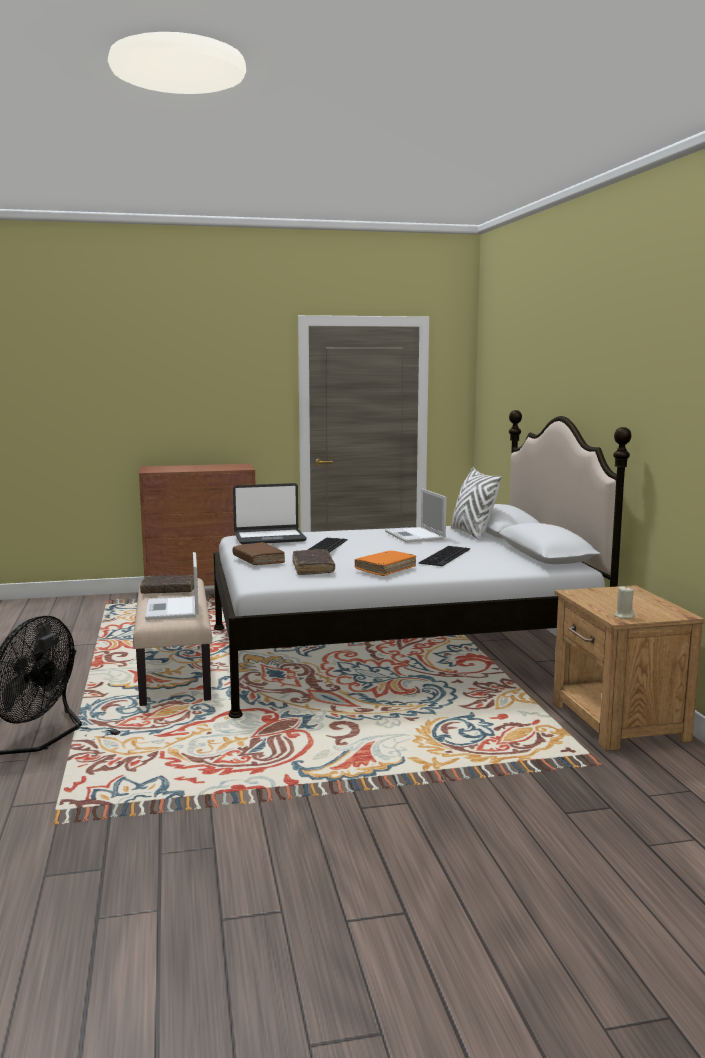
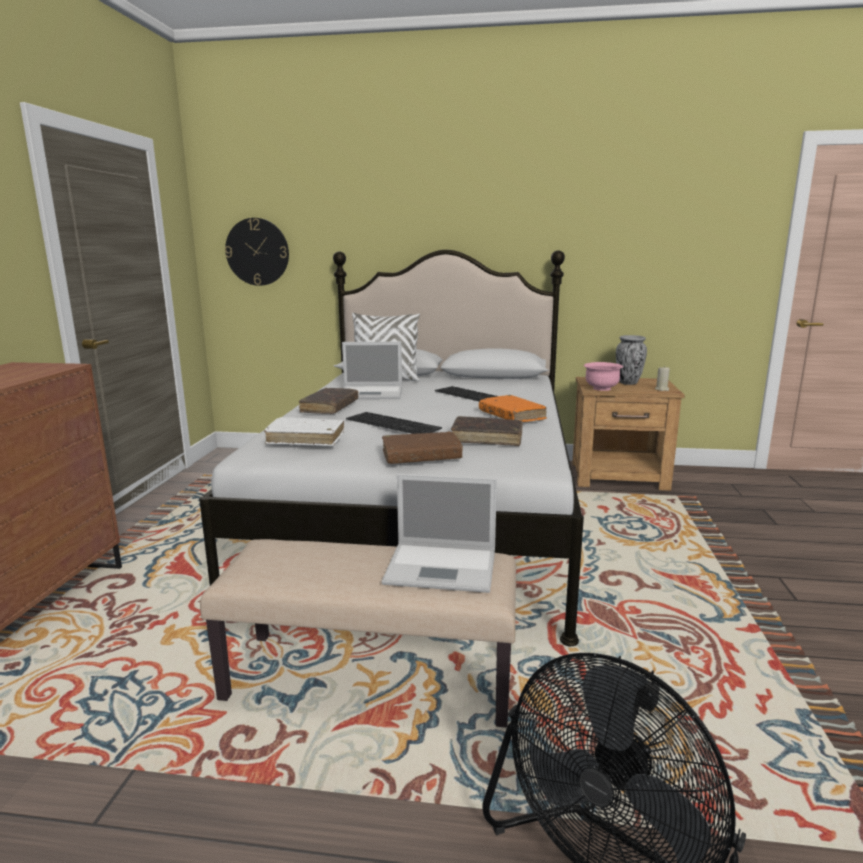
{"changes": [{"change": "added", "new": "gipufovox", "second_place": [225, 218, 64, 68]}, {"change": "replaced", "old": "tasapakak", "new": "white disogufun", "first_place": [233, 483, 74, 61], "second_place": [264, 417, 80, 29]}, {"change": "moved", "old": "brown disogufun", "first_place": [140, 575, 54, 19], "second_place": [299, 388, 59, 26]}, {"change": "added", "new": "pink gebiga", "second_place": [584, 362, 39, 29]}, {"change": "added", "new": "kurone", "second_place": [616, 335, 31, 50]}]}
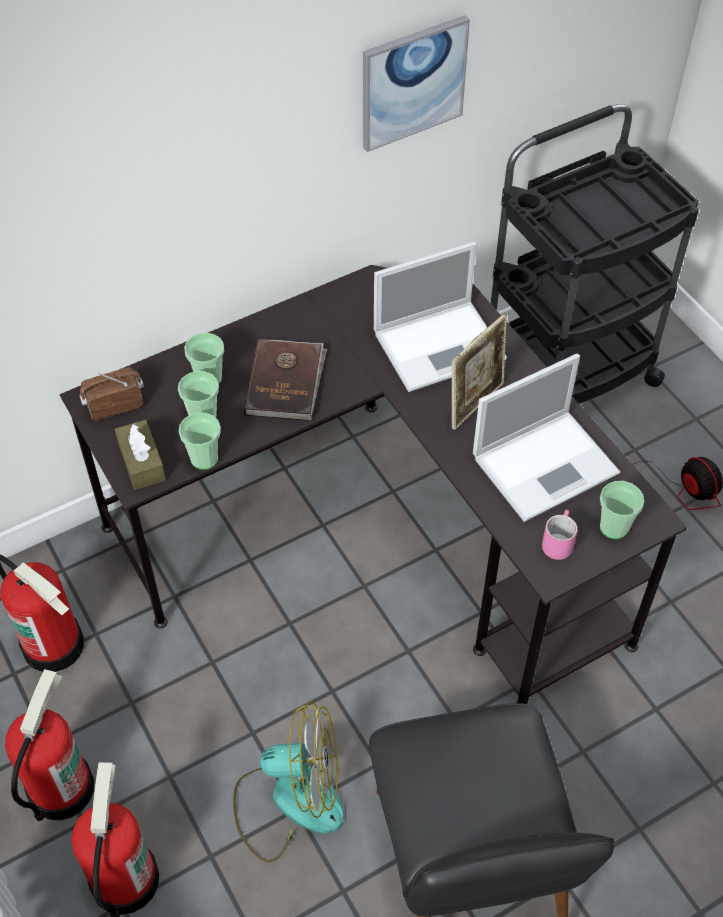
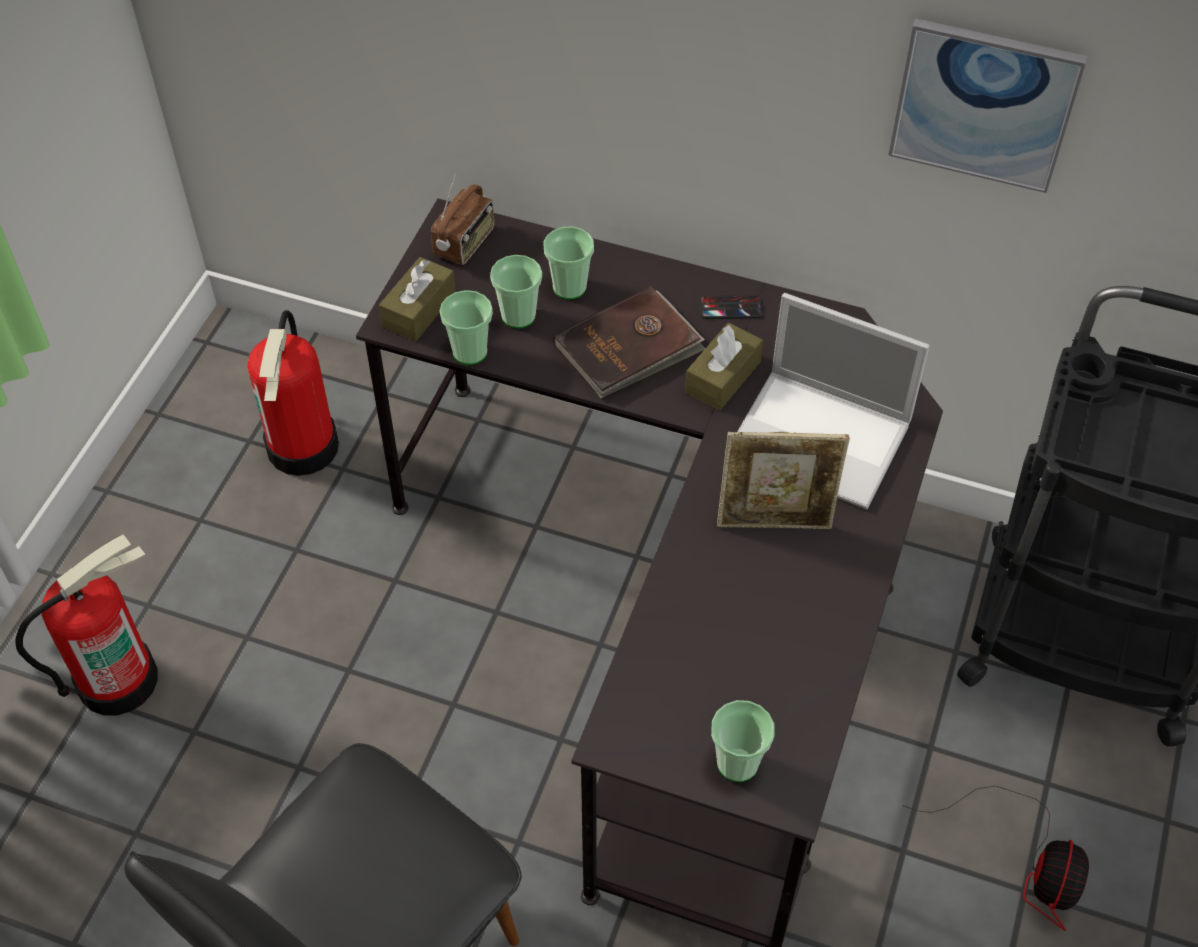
{"changes": [{"change": "turned", "old": "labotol", "first_place": [79, 367, 65, 53], "second_place": [431, 173, 63, 92], "degrees": 90}, {"change": "added", "new": "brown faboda", "second_place": [685, 323, 78, 87]}, {"change": "added", "new": "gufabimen", "second_place": [700, 295, 63, 24]}, {"change": "removed", "old": "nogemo", "first_place": [5, 669, 89, 152]}, {"change": "removed", "old": "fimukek", "first_place": [233, 701, 111, 162]}, {"change": "removed", "old": "tasapakak", "first_place": [473, 354, 147, 168]}, {"change": "removed", "old": "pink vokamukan", "first_place": [542, 510, 36, 50]}]}
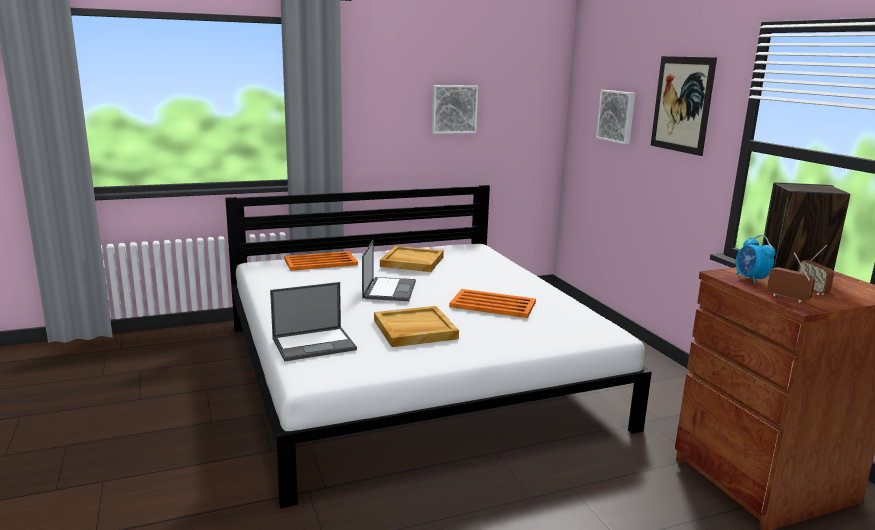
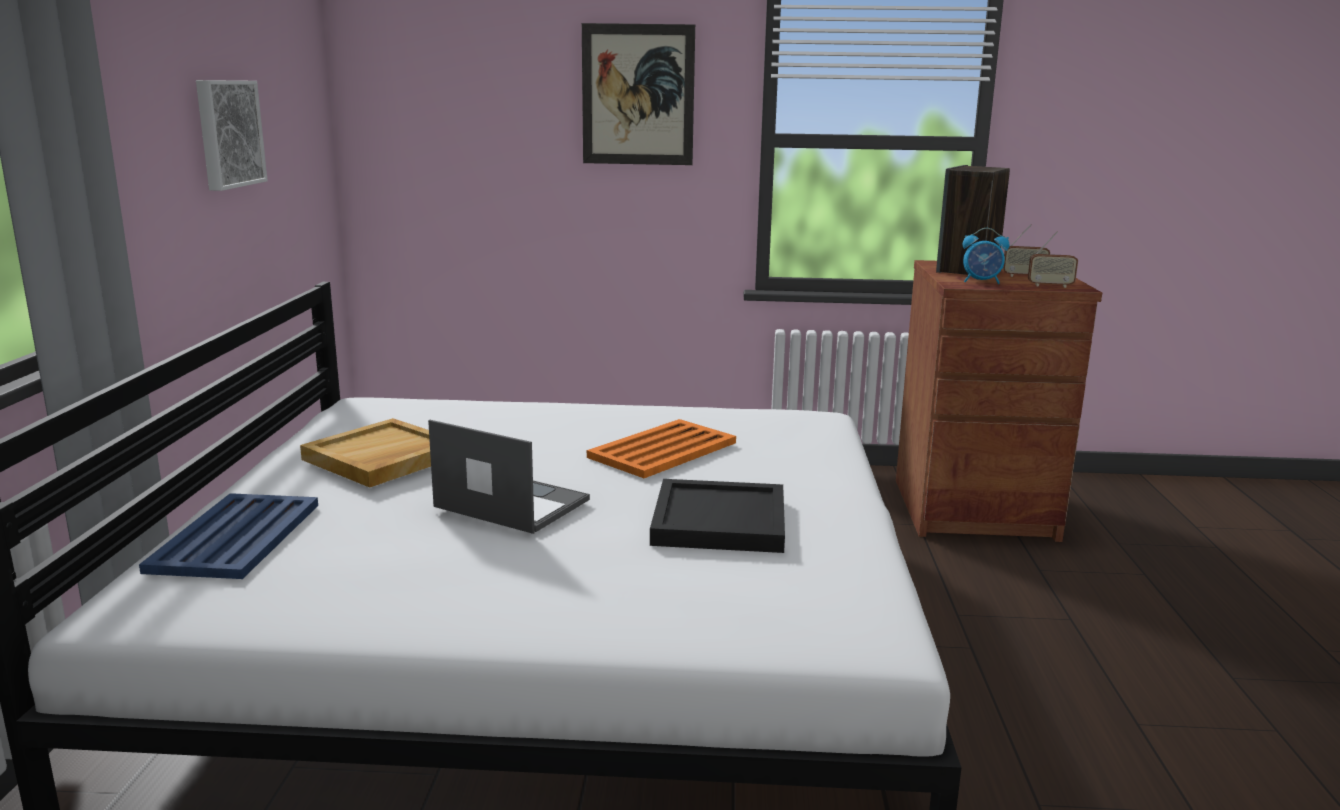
{"changes": [{"change": "recoloured", "old": "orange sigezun", "new": "blue sigezun", "first_place": [284, 251, 74, 20], "second_place": [139, 493, 179, 86]}, {"change": "recoloured", "old": "beige sigezun", "new": "black sigezun", "first_place": [374, 306, 85, 41], "second_place": [650, 479, 135, 74]}, {"change": "turned", "old": "labotol", "first_place": [767, 252, 49, 51], "second_place": [1028, 231, 50, 57], "degrees": -150}, {"change": "removed", "old": "tasapakak", "first_place": [270, 282, 87, 79]}, {"change": "removed", "old": "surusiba", "first_place": [596, 90, 39, 54]}]}
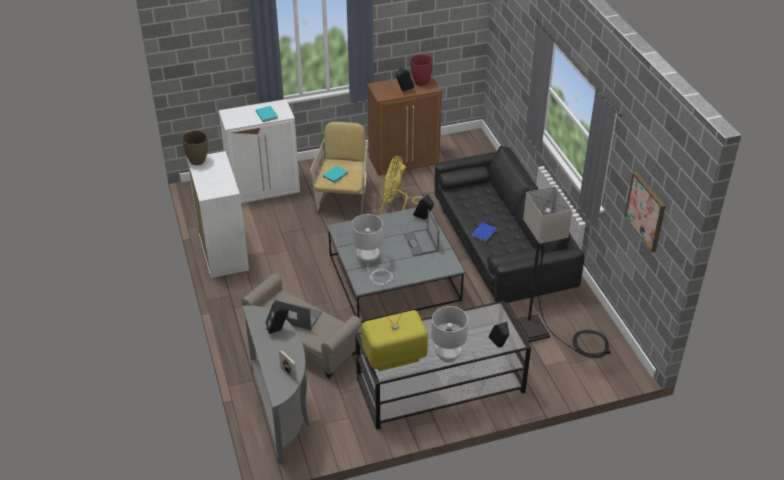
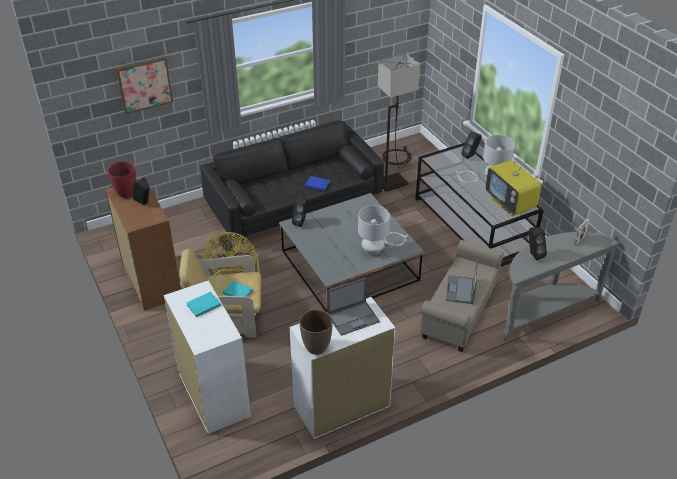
{"changes": [{"change": "moved", "old": "surusiba", "first_place": [624, 171, 42, 81], "second_place": [116, 57, 57, 57]}, {"change": "moved", "old": "tasapakak", "first_place": [404, 209, 35, 47], "second_place": [327, 278, 53, 58]}]}
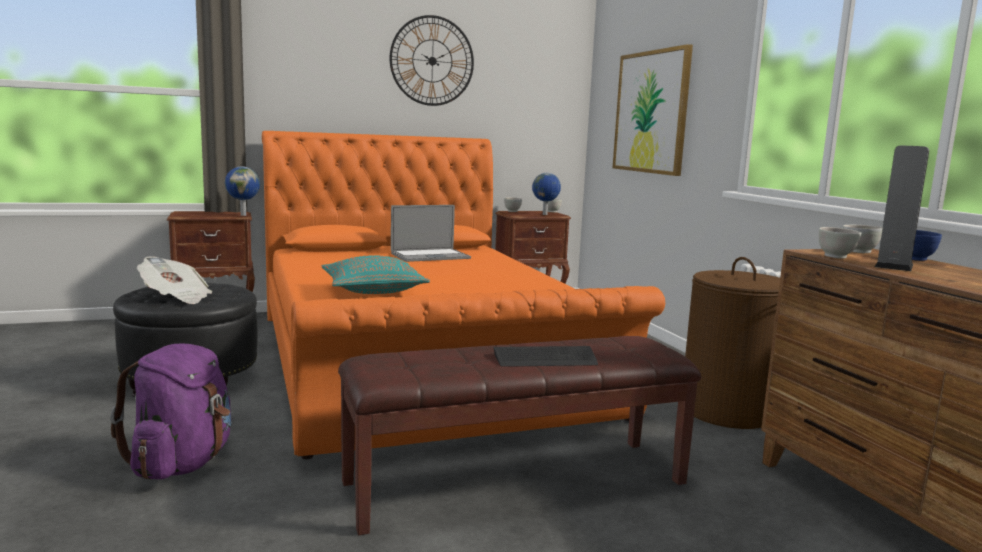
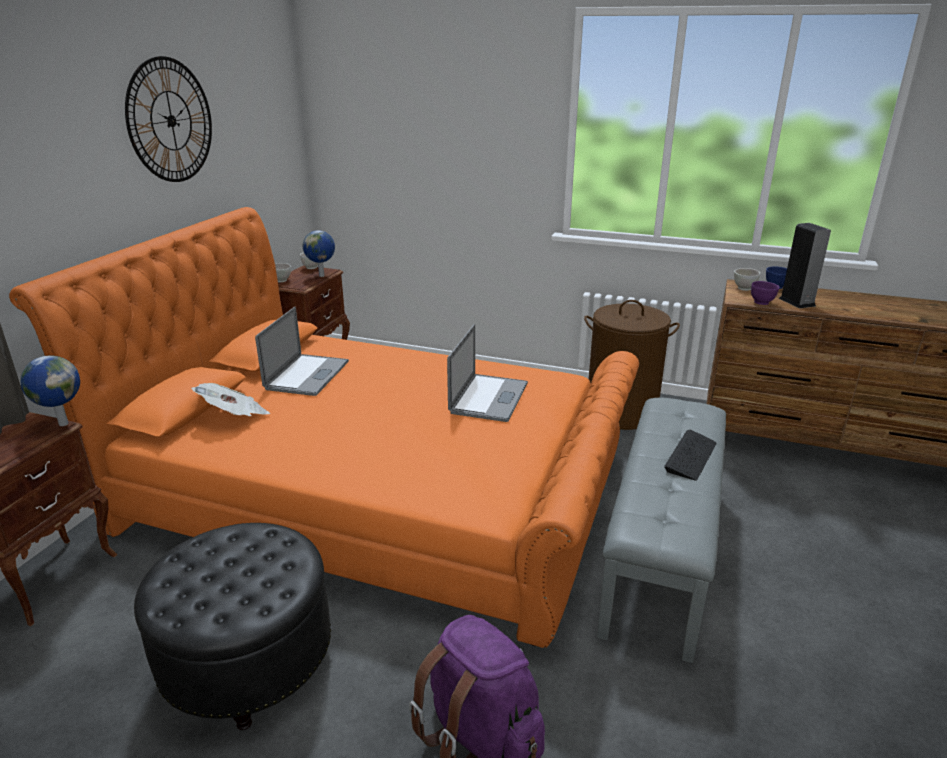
{"changes": [{"change": "moved", "old": "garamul", "first_place": [137, 256, 75, 48], "second_place": [191, 383, 79, 33]}, {"change": "added", "new": "tasapakak", "second_place": [447, 324, 81, 98]}, {"change": "recoloured", "old": "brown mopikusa", "new": "grey mopikusa", "first_place": [338, 336, 364, 199], "second_place": [597, 398, 129, 265]}, {"change": "recoloured", "old": "white gebiga", "new": "purple gebiga", "first_place": [819, 227, 42, 32], "second_place": [751, 281, 29, 24]}, {"change": "removed", "old": "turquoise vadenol", "first_place": [321, 255, 109, 39]}, {"change": "removed", "old": "surusiba", "first_place": [613, 44, 80, 132]}]}
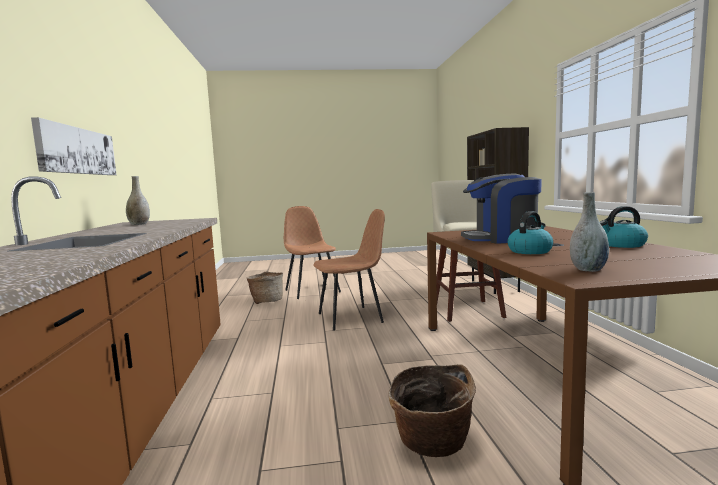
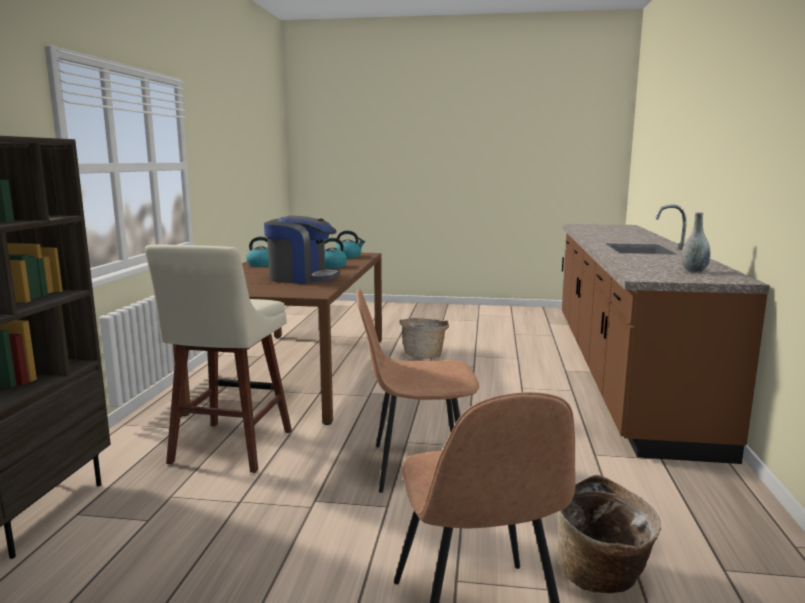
{"changes": [{"change": "replaced", "old": "grey kurone", "new": "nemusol", "first_place": [570, 192, 39, 80], "second_place": [335, 230, 30, 28]}, {"change": "removed", "old": "surusiba", "first_place": [31, 117, 85, 58]}]}
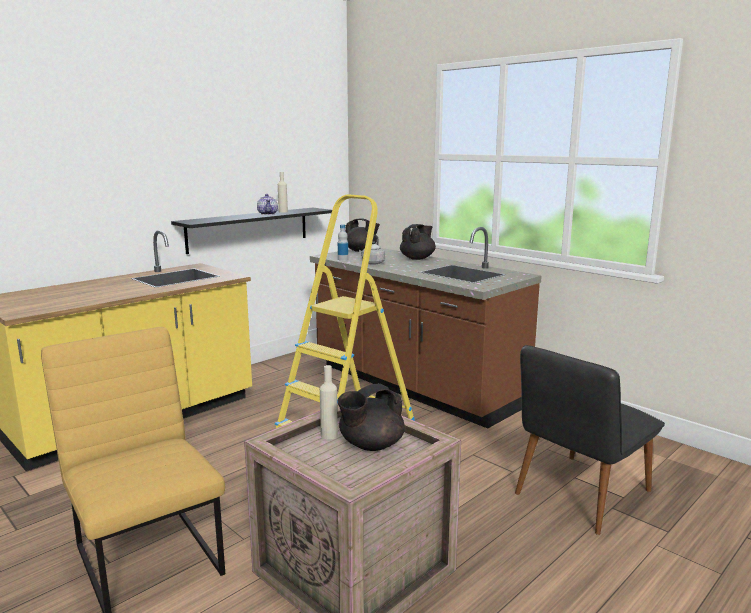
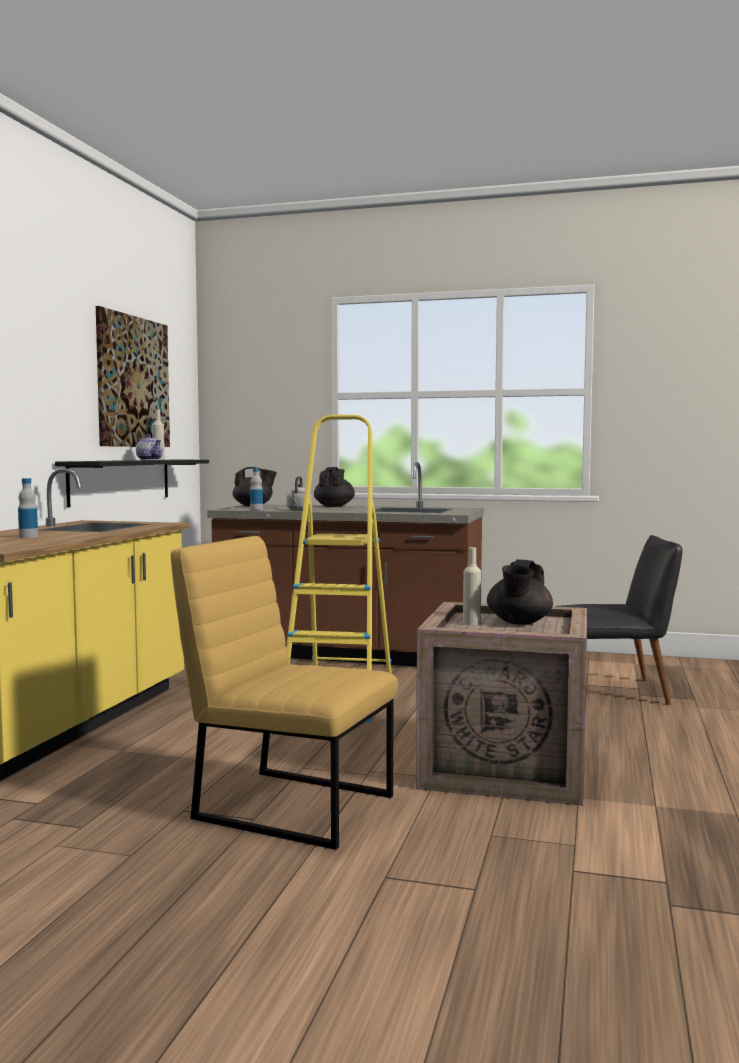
{"changes": [{"change": "added", "new": "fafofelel", "second_place": [18, 478, 20, 60]}, {"change": "added", "new": "surusiba", "second_place": [96, 306, 74, 141]}, {"change": "turned", "old": "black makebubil", "first_place": [515, 345, 150, 190], "second_place": [554, 535, 129, 170], "degrees": -105}]}
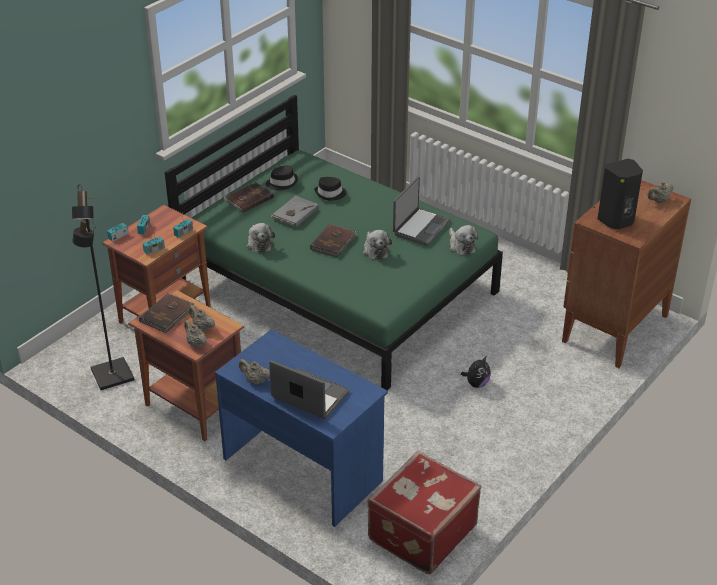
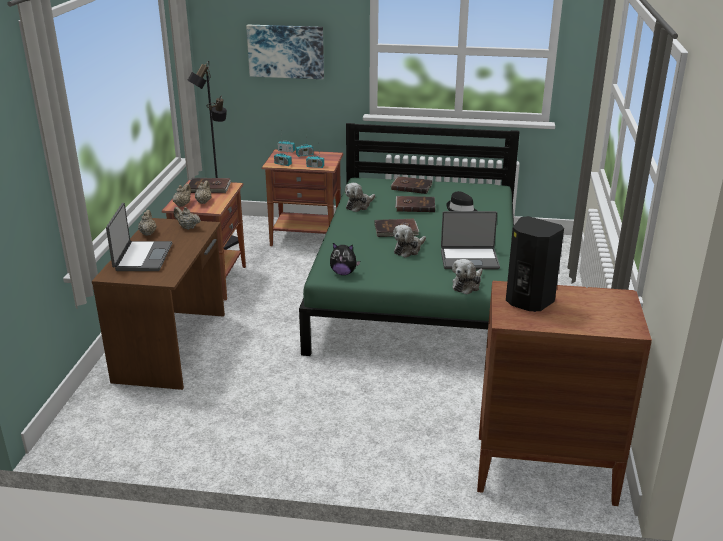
{"changes": [{"change": "recoloured", "old": "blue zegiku", "new": "brown zegiku", "first_place": [215, 329, 173, 198], "second_place": [92, 218, 133, 172]}, {"change": "moved", "old": "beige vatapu", "first_place": [648, 182, 26, 21], "second_place": [174, 207, 27, 23]}, {"change": "added", "new": "surusiba", "second_place": [246, 25, 78, 54]}, {"change": "moved", "old": "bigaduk", "first_place": [461, 356, 30, 32], "second_place": [330, 243, 30, 32]}, {"change": "recoloured", "old": "grey disogufun", "new": "brown disogufun", "first_place": [270, 196, 49, 31], "second_place": [395, 196, 40, 16]}, {"change": "removed", "old": "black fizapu", "first_place": [266, 165, 32, 25]}, {"change": "removed", "old": "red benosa", "first_place": [367, 451, 114, 123]}]}
